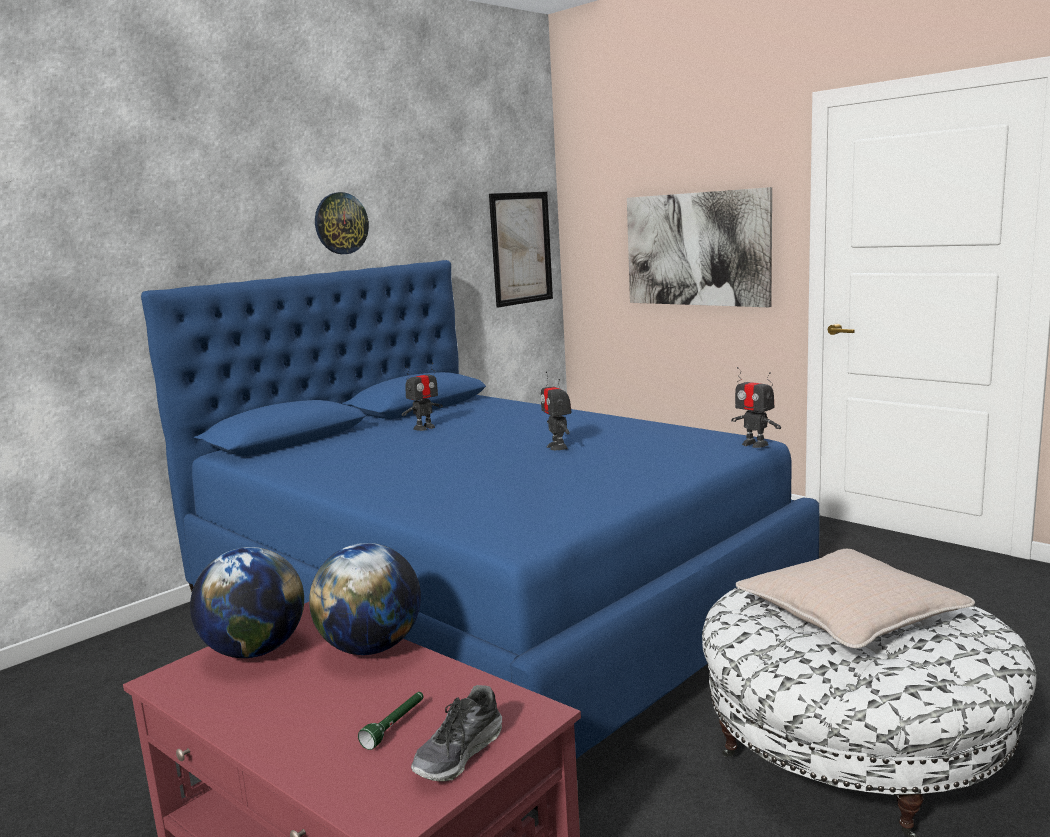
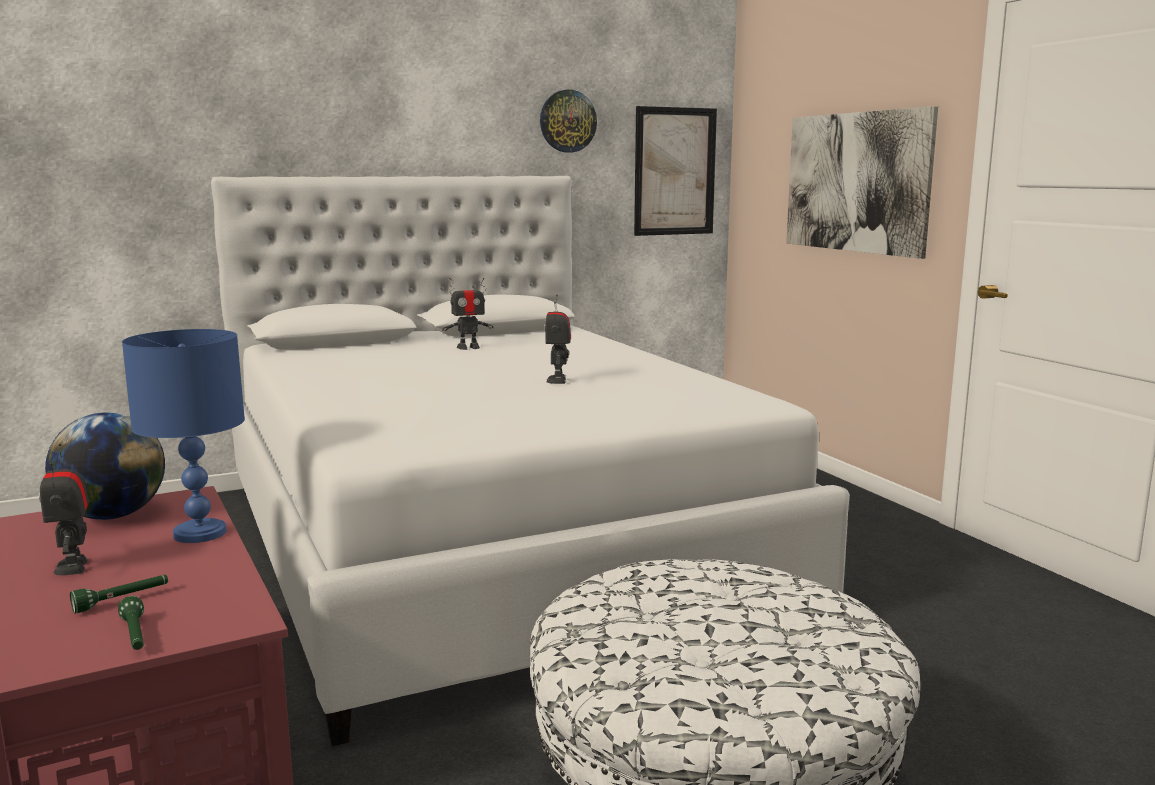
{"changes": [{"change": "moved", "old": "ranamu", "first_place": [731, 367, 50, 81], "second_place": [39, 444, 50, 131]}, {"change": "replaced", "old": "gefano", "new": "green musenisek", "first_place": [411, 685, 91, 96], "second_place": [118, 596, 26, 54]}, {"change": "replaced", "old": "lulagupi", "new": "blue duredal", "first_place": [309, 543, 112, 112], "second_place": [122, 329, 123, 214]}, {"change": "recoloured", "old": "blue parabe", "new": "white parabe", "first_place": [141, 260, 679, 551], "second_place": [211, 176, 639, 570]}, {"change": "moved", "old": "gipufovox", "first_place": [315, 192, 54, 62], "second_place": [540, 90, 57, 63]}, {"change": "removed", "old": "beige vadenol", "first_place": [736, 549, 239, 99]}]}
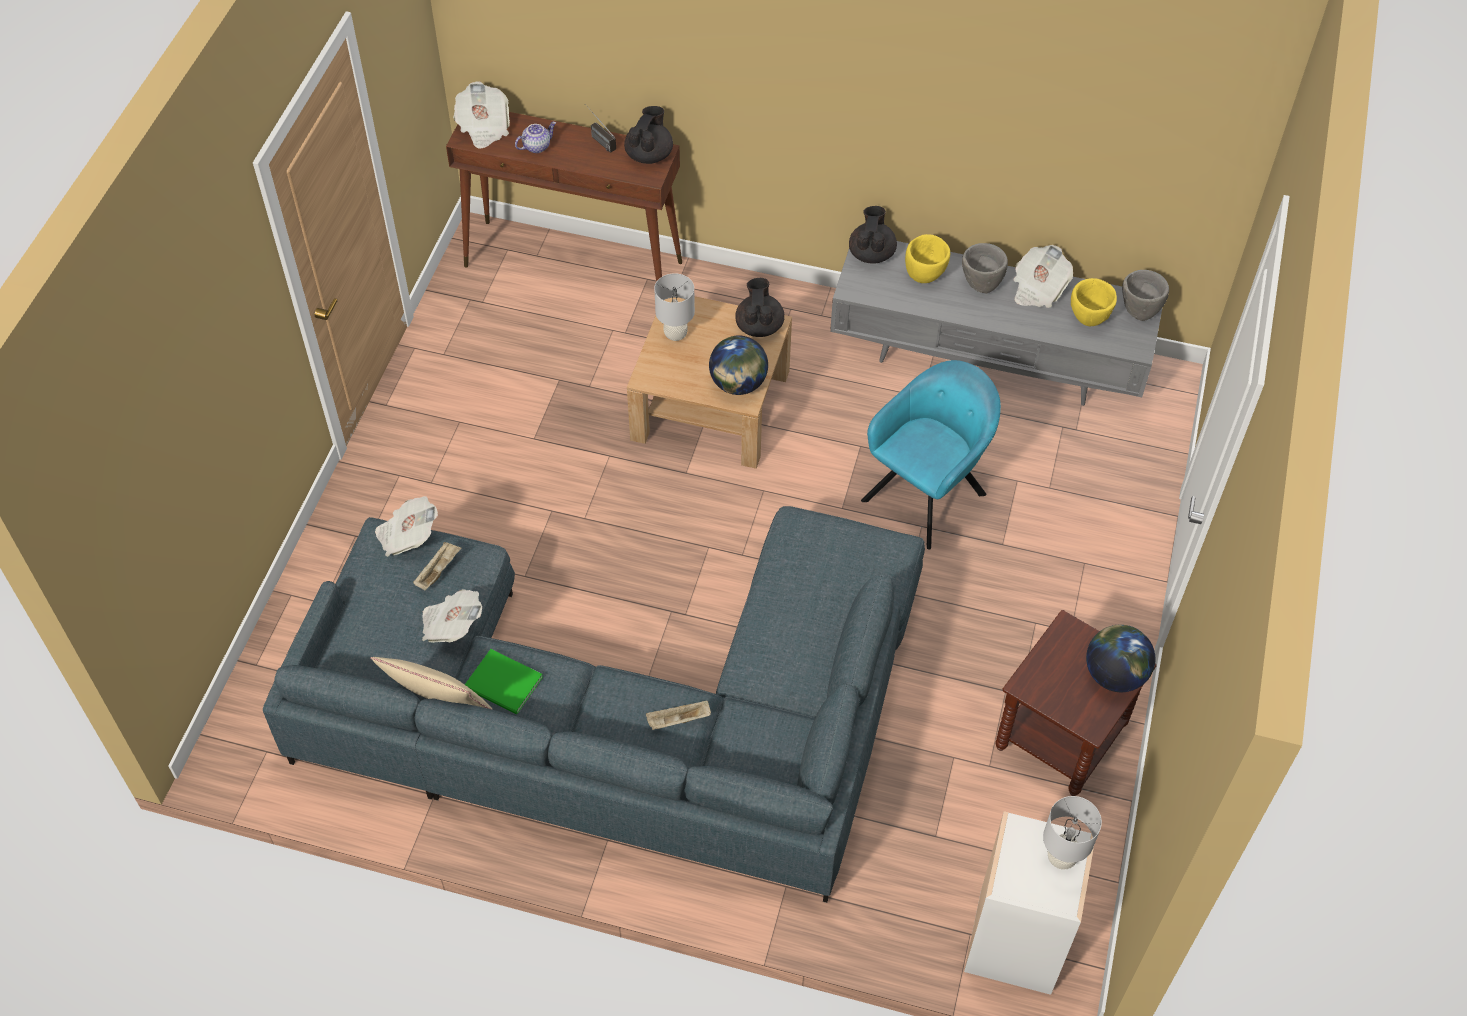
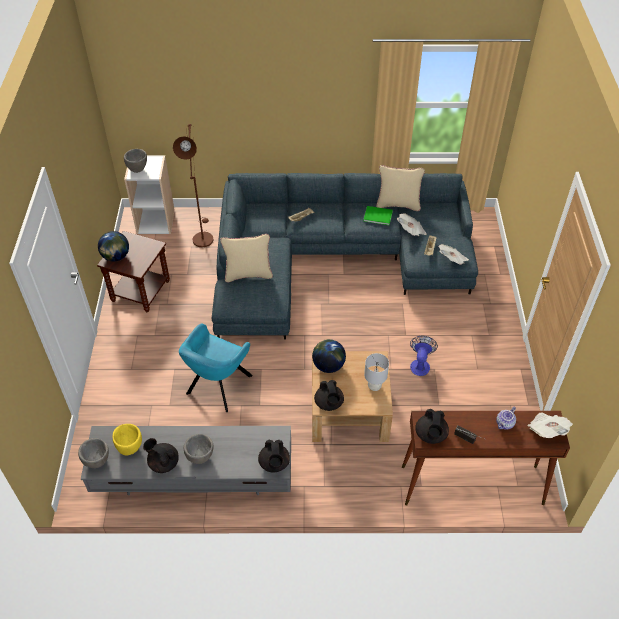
{"changes": [{"change": "replaced", "old": "grey duredal", "new": "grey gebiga", "first_place": [1043, 796, 59, 74], "second_place": [124, 149, 23, 24]}, {"change": "replaced", "old": "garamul", "new": "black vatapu", "first_place": [1013, 245, 60, 63], "second_place": [143, 438, 36, 35]}, {"change": "added", "new": "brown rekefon", "second_place": [173, 124, 41, 124]}, {"change": "added", "new": "beige vadenol", "second_place": [220, 234, 53, 49]}, {"change": "added", "new": "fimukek", "second_place": [410, 336, 28, 40]}, {"change": "removed", "old": "yellow gebiga", "first_place": [905, 234, 45, 49]}]}
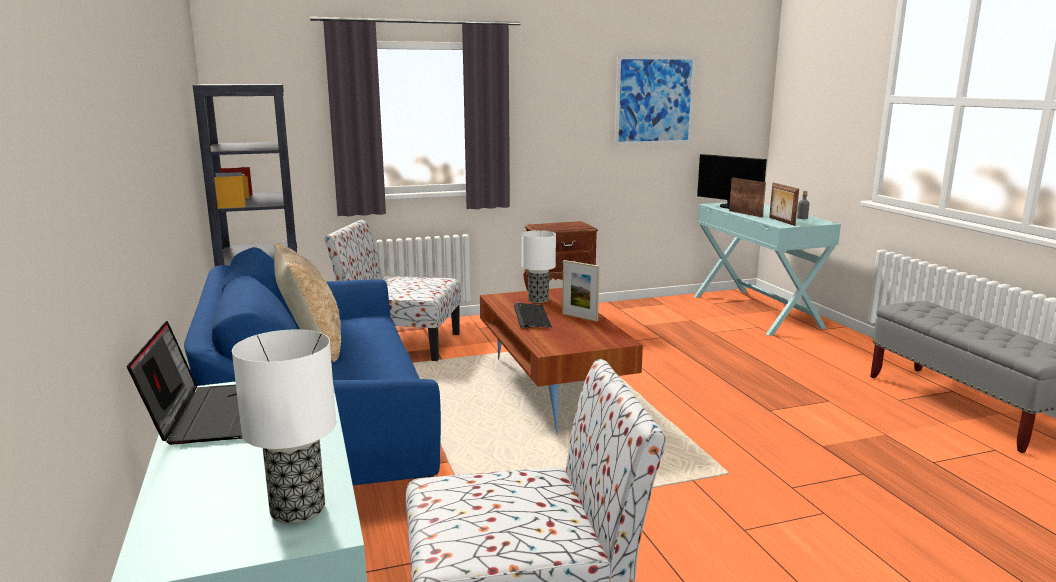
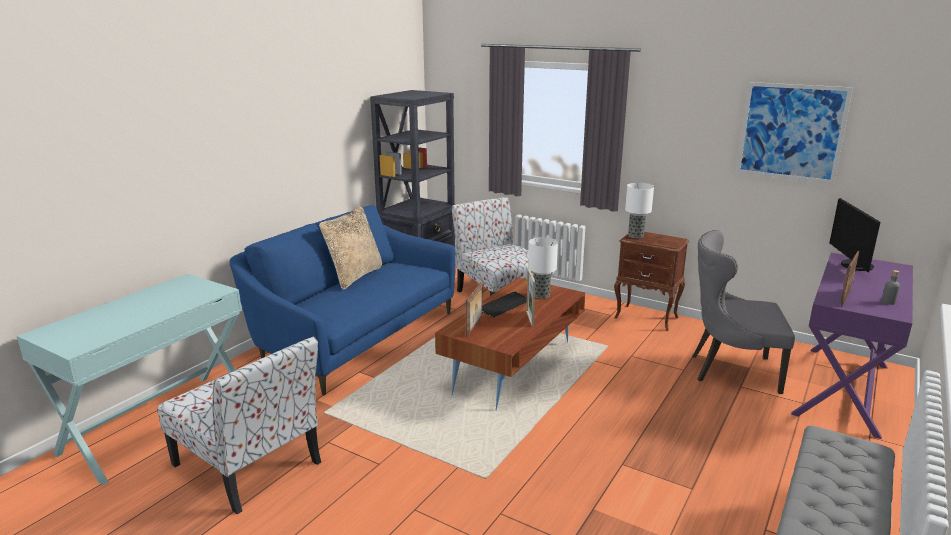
{"changes": [{"change": "moved", "old": "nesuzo", "first_place": [729, 177, 37, 41], "second_place": [466, 282, 16, 55]}, {"change": "moved", "old": "duredal", "first_place": [232, 330, 104, 194], "second_place": [625, 183, 29, 55]}, {"change": "added", "new": "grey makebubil", "second_place": [692, 230, 103, 164]}, {"change": "recoloured", "old": "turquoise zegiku", "new": "purple zegiku", "first_place": [694, 202, 147, 134], "second_place": [791, 253, 122, 186]}, {"change": "removed", "old": "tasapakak", "first_place": [127, 321, 116, 124]}]}
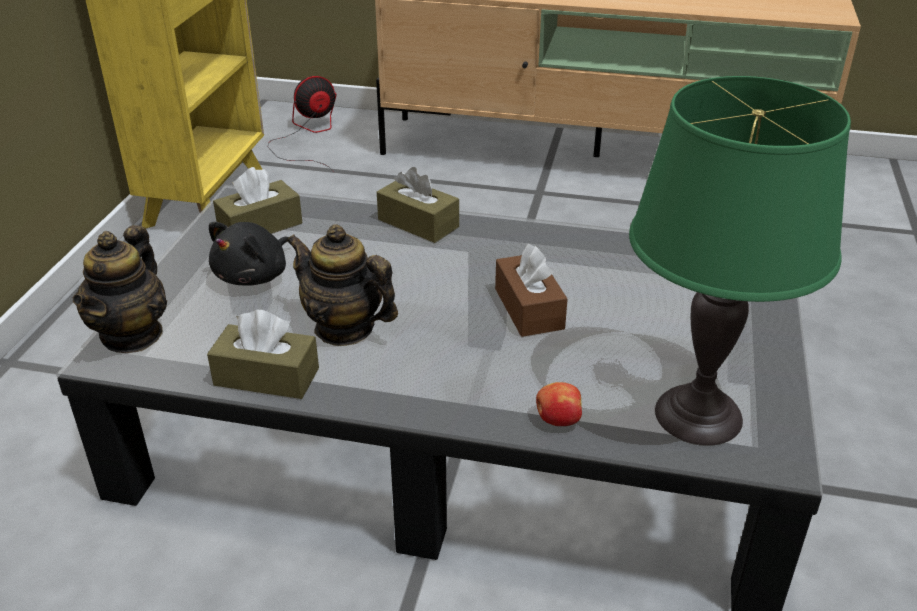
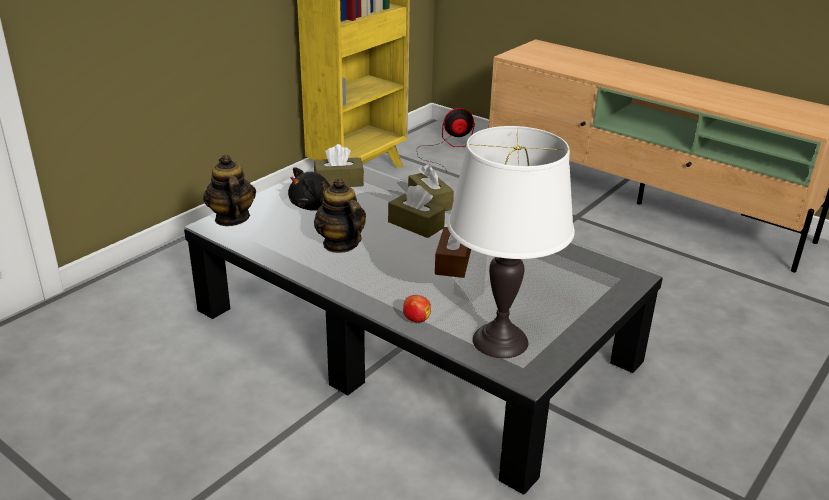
{"changes": [{"change": "turned", "old": "vatapu", "first_place": [73, 225, 94, 128], "second_place": [203, 154, 53, 72], "degrees": 120}, {"change": "moved", "old": "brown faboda", "first_place": [207, 310, 112, 89], "second_place": [388, 185, 57, 53]}, {"change": "recoloured", "old": "green duredal", "new": "white duredal", "first_place": [629, 76, 222, 369], "second_place": [448, 126, 127, 232]}]}
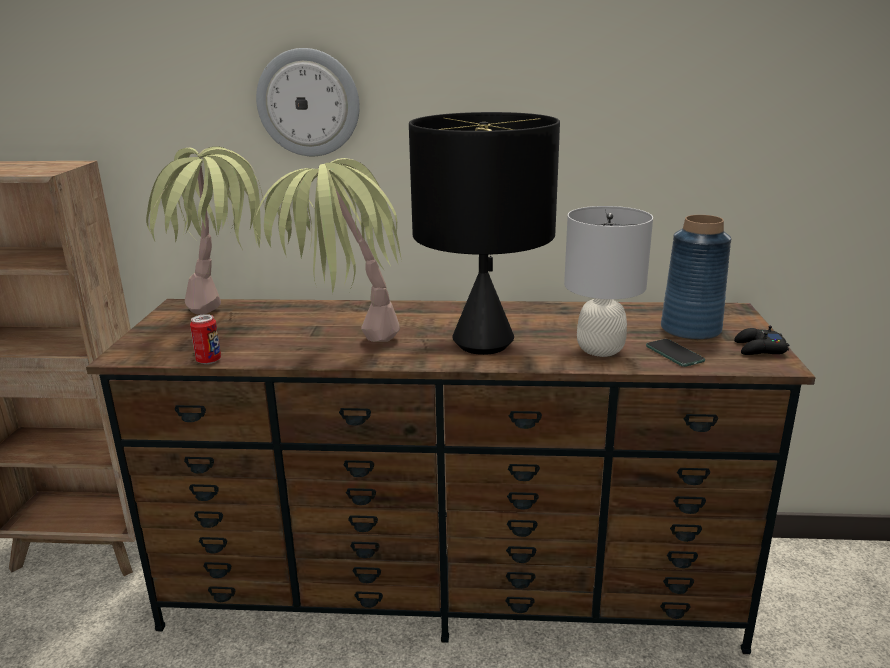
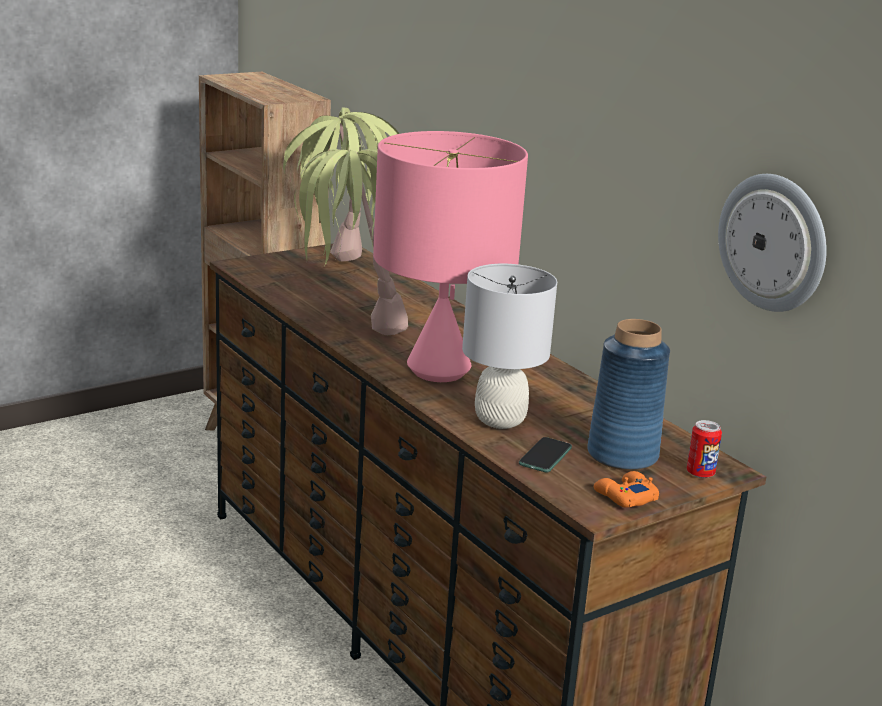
{"changes": [{"change": "recoloured", "old": "black duredal", "new": "pink duredal", "first_place": [409, 112, 151, 243], "second_place": [373, 131, 155, 251]}, {"change": "recoloured", "old": "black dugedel", "new": "orange dugedel", "first_place": [734, 326, 55, 29], "second_place": [594, 471, 65, 37]}, {"change": "moved", "old": "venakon", "first_place": [190, 314, 31, 50], "second_place": [687, 420, 35, 58]}, {"change": "moved", "old": "gipufovox", "first_place": [256, 48, 104, 108], "second_place": [718, 174, 109, 138]}]}
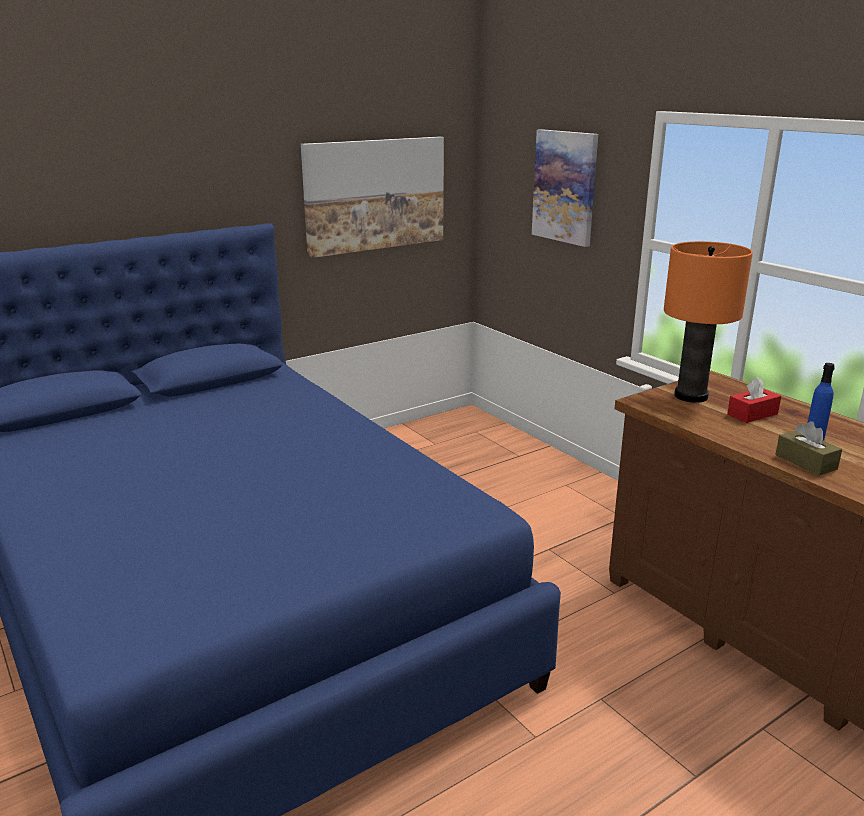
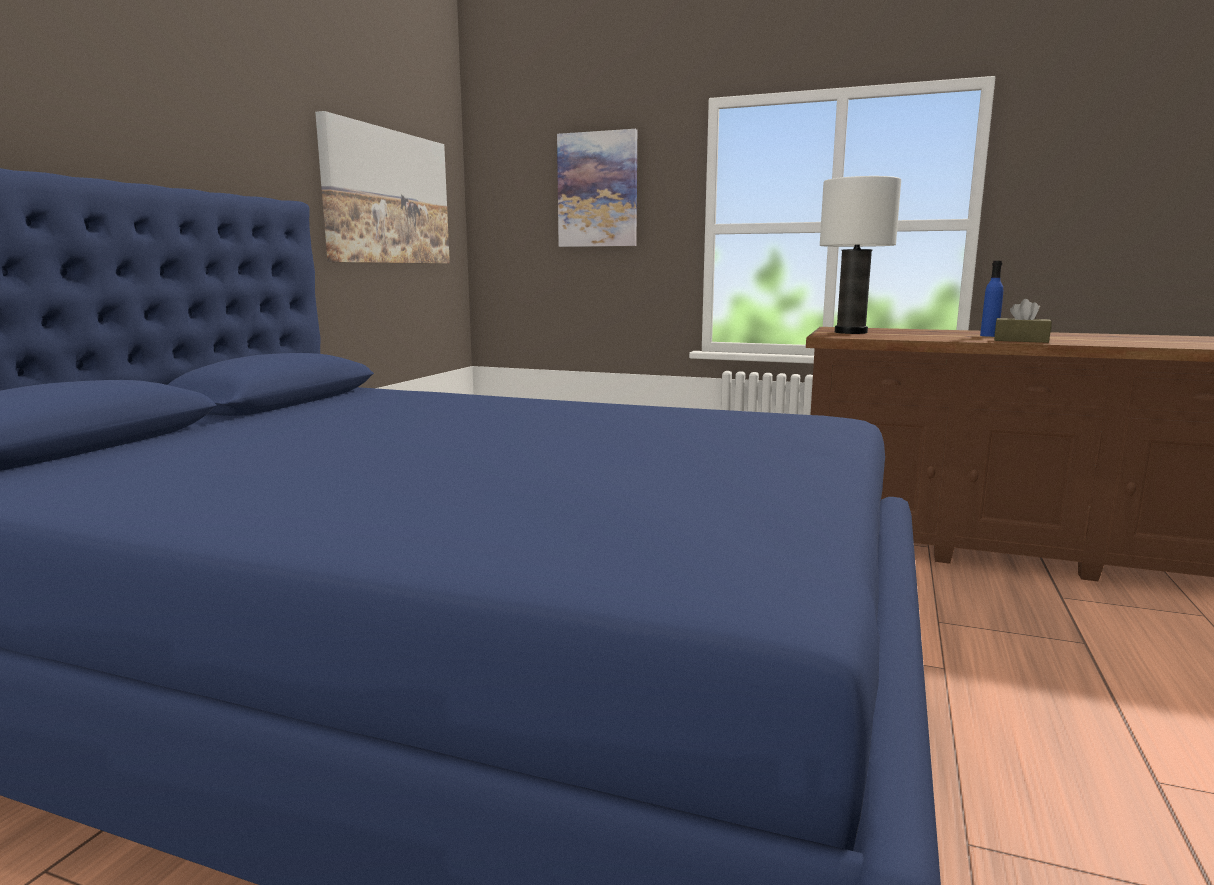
{"changes": [{"change": "recoloured", "old": "orange duredal", "new": "white duredal", "first_place": [664, 241, 89, 162], "second_place": [820, 176, 81, 158]}, {"change": "removed", "old": "red faboda", "first_place": [727, 377, 54, 46]}]}
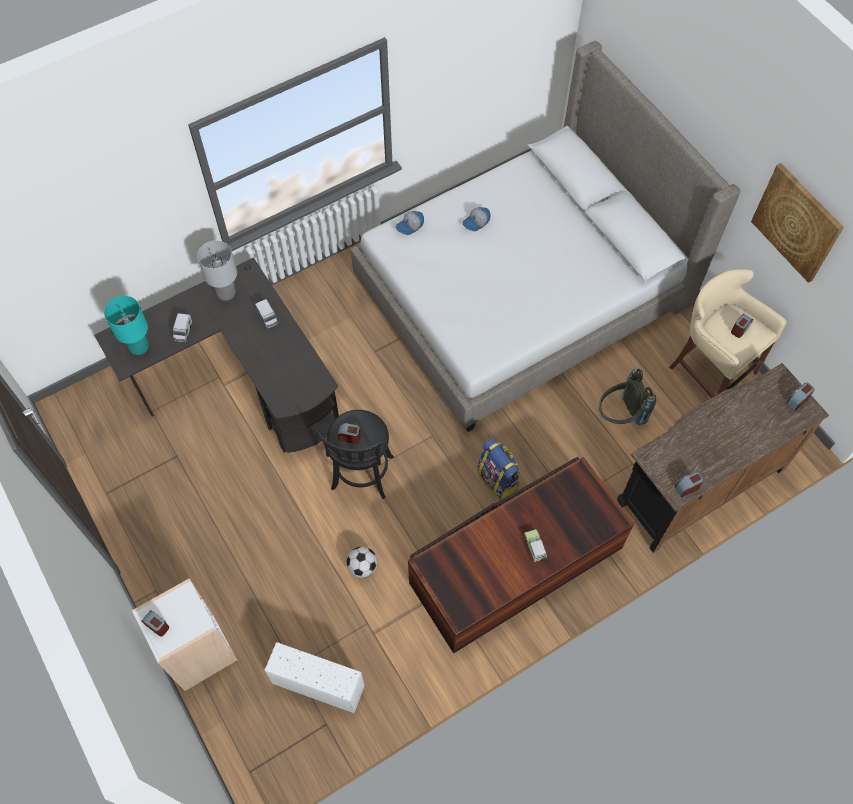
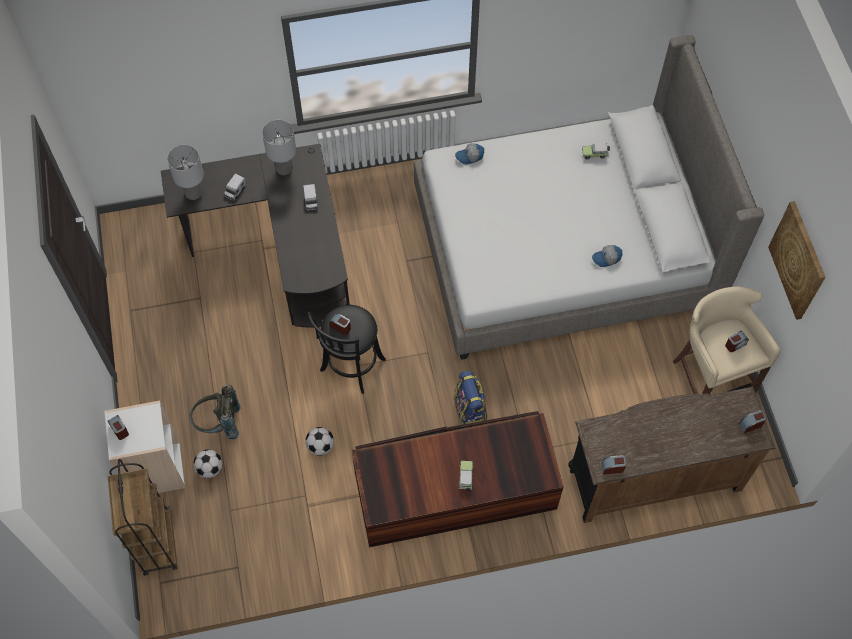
{"changes": [{"change": "added", "new": "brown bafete", "second_place": [108, 459, 70, 117]}, {"change": "recoloured", "old": "turquoise duredal", "new": "grey duredal", "first_place": [104, 296, 45, 59], "second_place": [167, 145, 37, 55]}, {"change": "moved", "old": "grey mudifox", "first_place": [599, 368, 57, 57], "second_place": [190, 385, 51, 54]}, {"change": "added", "new": "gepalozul", "second_place": [193, 449, 30, 29]}, {"change": "added", "new": "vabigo", "second_place": [582, 143, 28, 16]}, {"change": "moved", "old": "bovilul", "first_place": [463, 207, 27, 24], "second_place": [592, 245, 30, 22]}, {"change": "removed", "old": "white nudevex", "first_place": [264, 642, 100, 71]}]}
